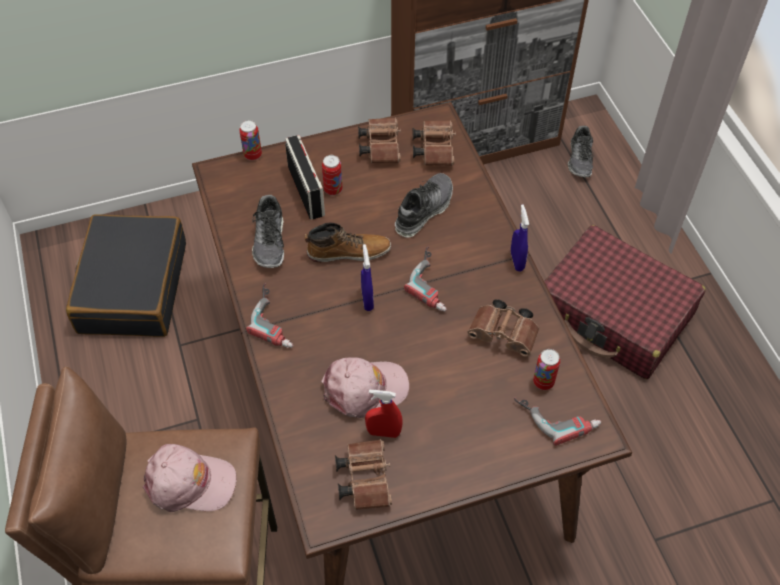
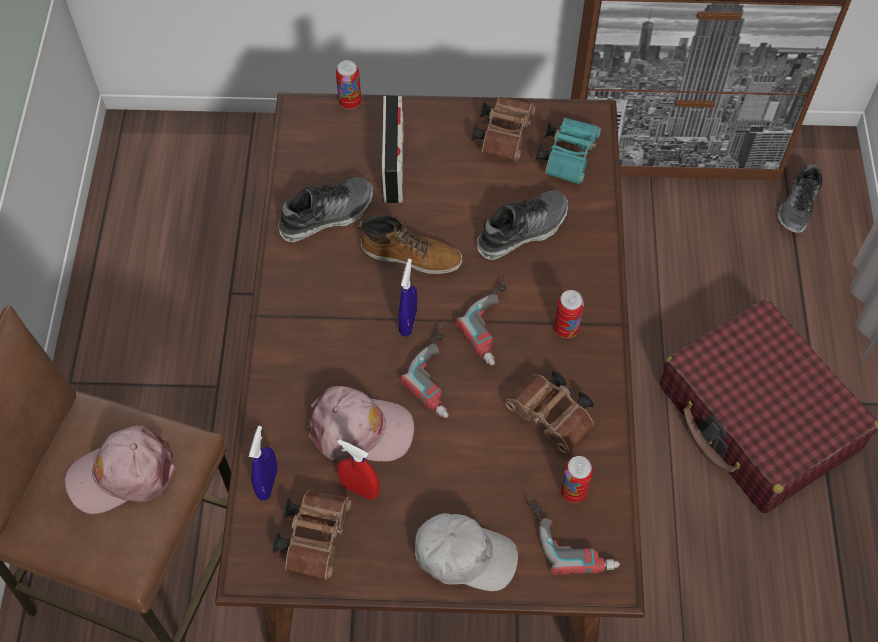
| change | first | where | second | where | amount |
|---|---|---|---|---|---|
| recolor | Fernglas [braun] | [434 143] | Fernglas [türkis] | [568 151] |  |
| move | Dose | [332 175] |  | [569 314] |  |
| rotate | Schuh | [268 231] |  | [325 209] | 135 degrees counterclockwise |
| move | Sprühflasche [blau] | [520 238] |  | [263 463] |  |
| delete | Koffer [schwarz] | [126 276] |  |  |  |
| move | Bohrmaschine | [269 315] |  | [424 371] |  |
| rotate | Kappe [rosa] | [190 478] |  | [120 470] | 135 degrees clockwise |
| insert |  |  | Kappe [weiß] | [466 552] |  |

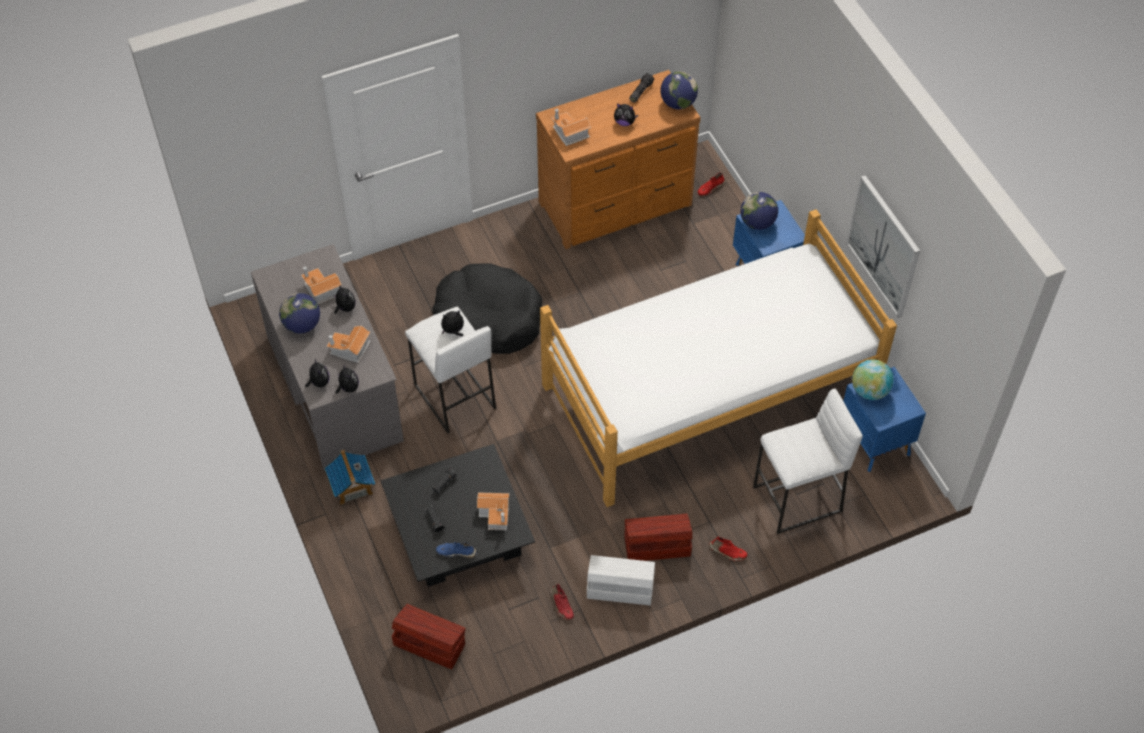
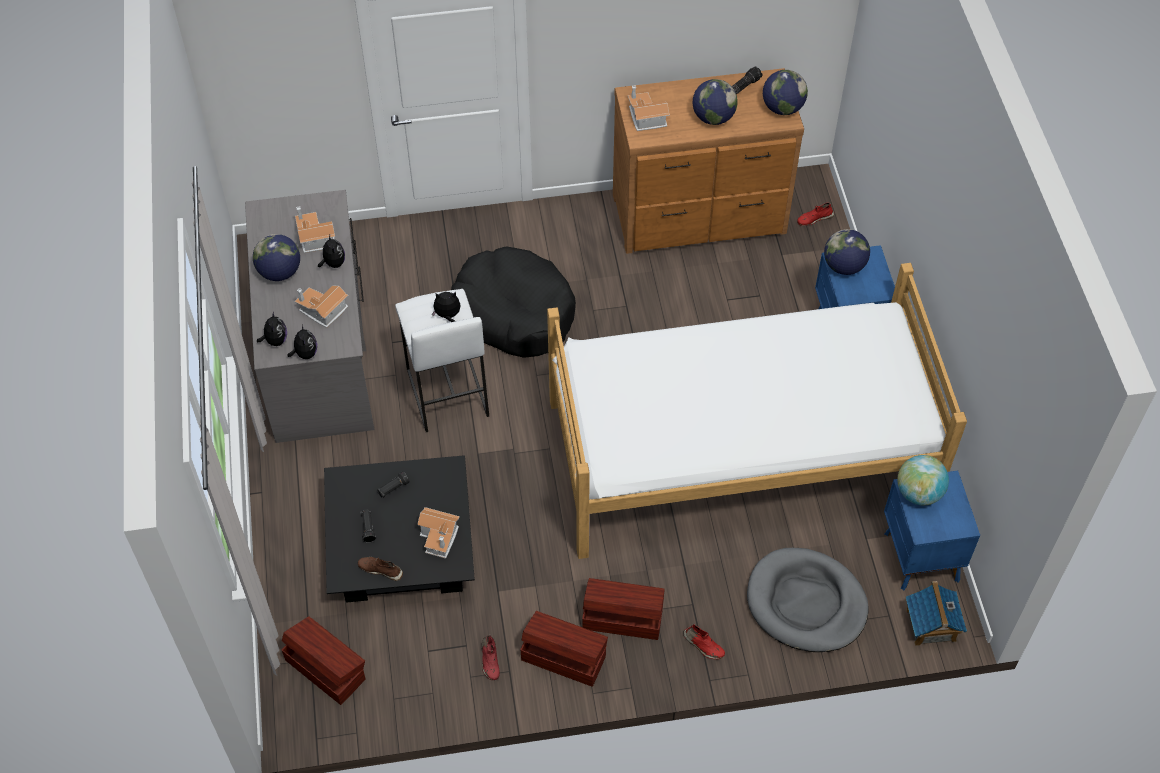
| change | first | where | second | where | amount |
|---|---|---|---|---|---|
| replace | Plüschtier | [626 115] | Globus | [715 102] |  |
| delete | Bild | [883 246] |  |  |  |
| replace | Hocker [weiß] | [808 461] | Hundebett [grau] | [808 600] |  |
| move | Spielzeughaus | [350 477] |  | [936 613] |  |
| recolor | Schuh [blau] | [456 550] | Schuh [braun] | [380 569] |  |
| recolor | Aufbewahrungsbox [weiß] | [621 580] | Aufbewahrungsbox [braun] | [564 649] |  |

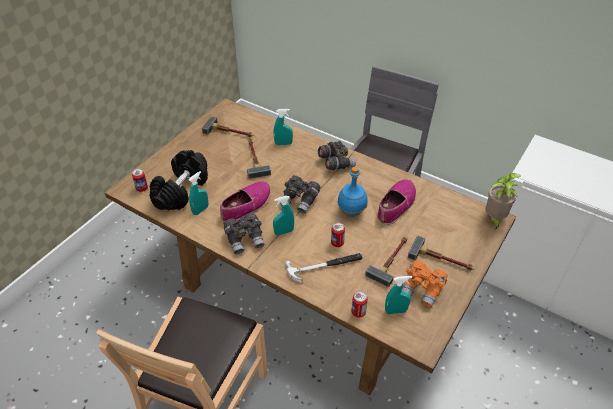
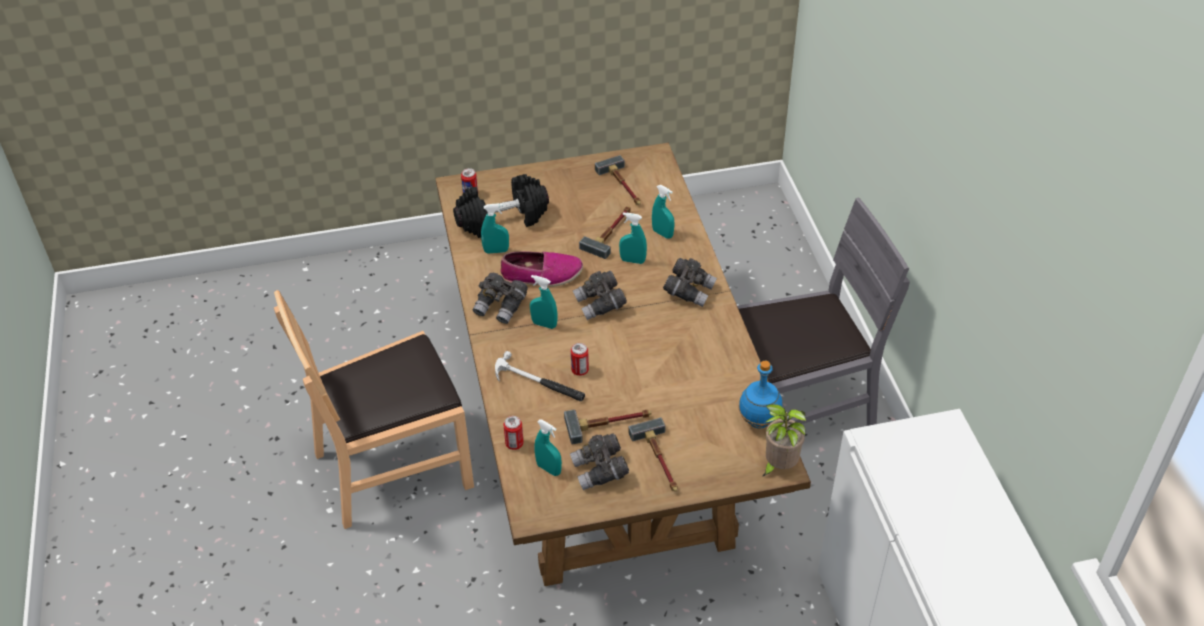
| change | first | where | second | where | amount |
|---|---|---|---|---|---|
| move | Flasche [blau] | [352 192] |  | [760 395] |  |
| delete | Schuh | [396 202] |  |  |  |
| recolor | Fernglas [orange] | [425 283] | Fernglas [grau] | [599 462] |  |
| insert |  |  | Sprühflasche [türkis] | [633 238] |  |

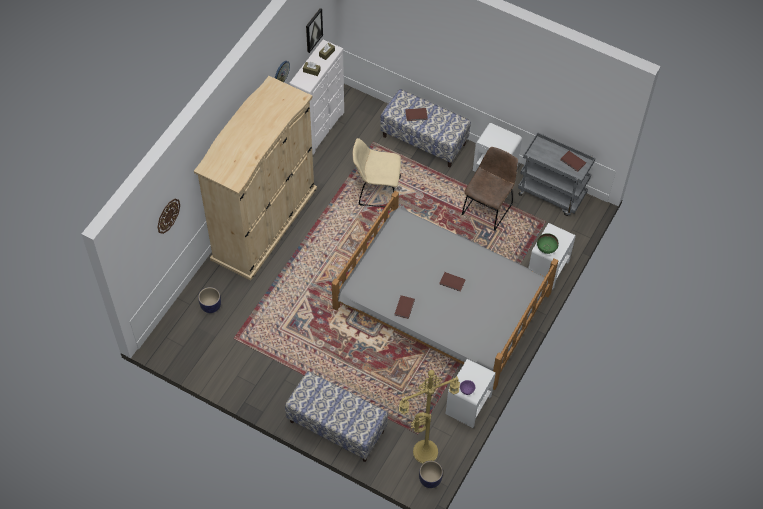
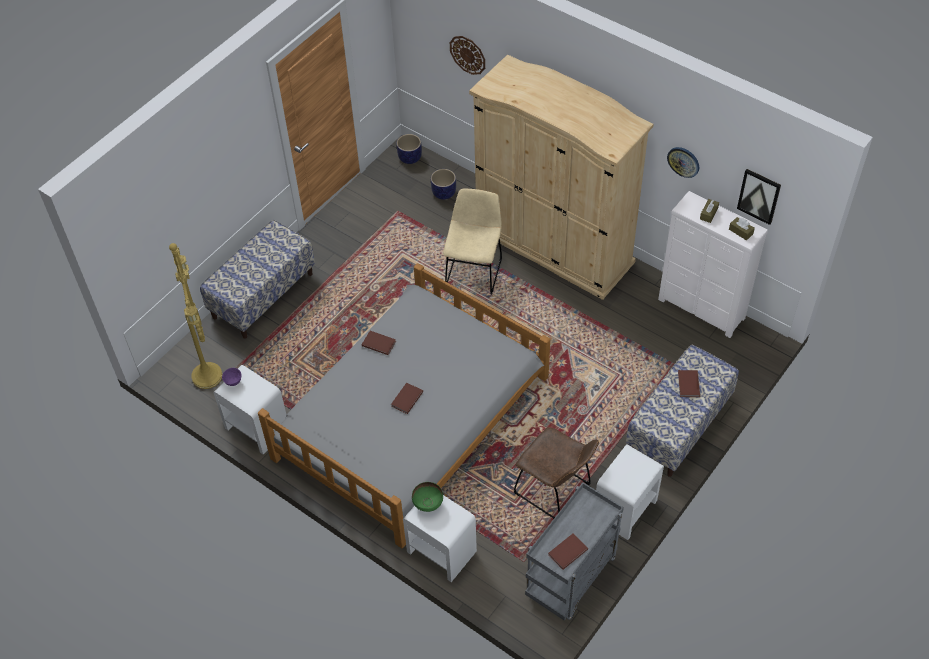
| change | first | where | second | where | amount |
|---|---|---|---|---|---|
| move | Stuhl [beige] | [377 172] |  | [472 241] |  |
| move | Pflanzkübel | [431 474] |  | [409 149] |  |

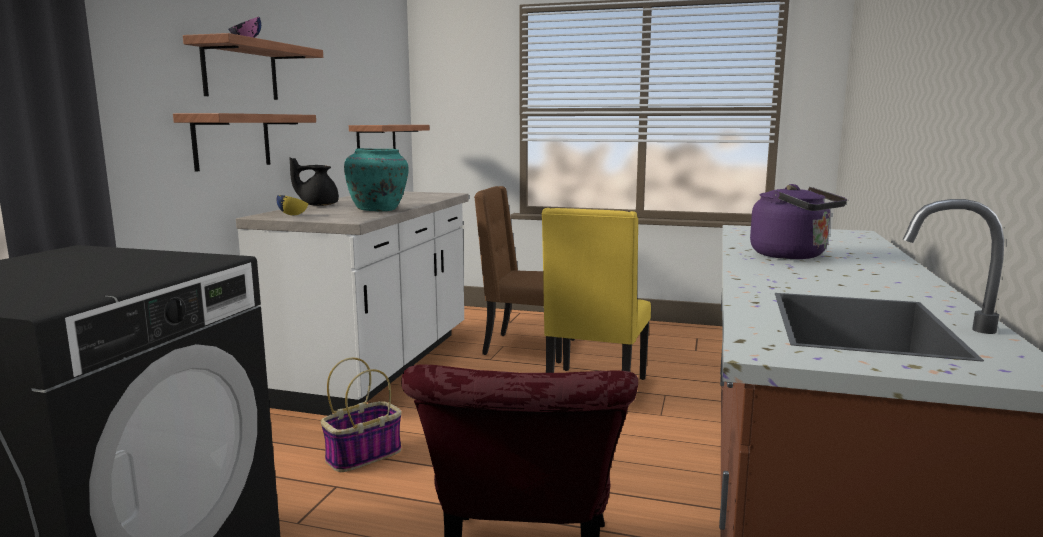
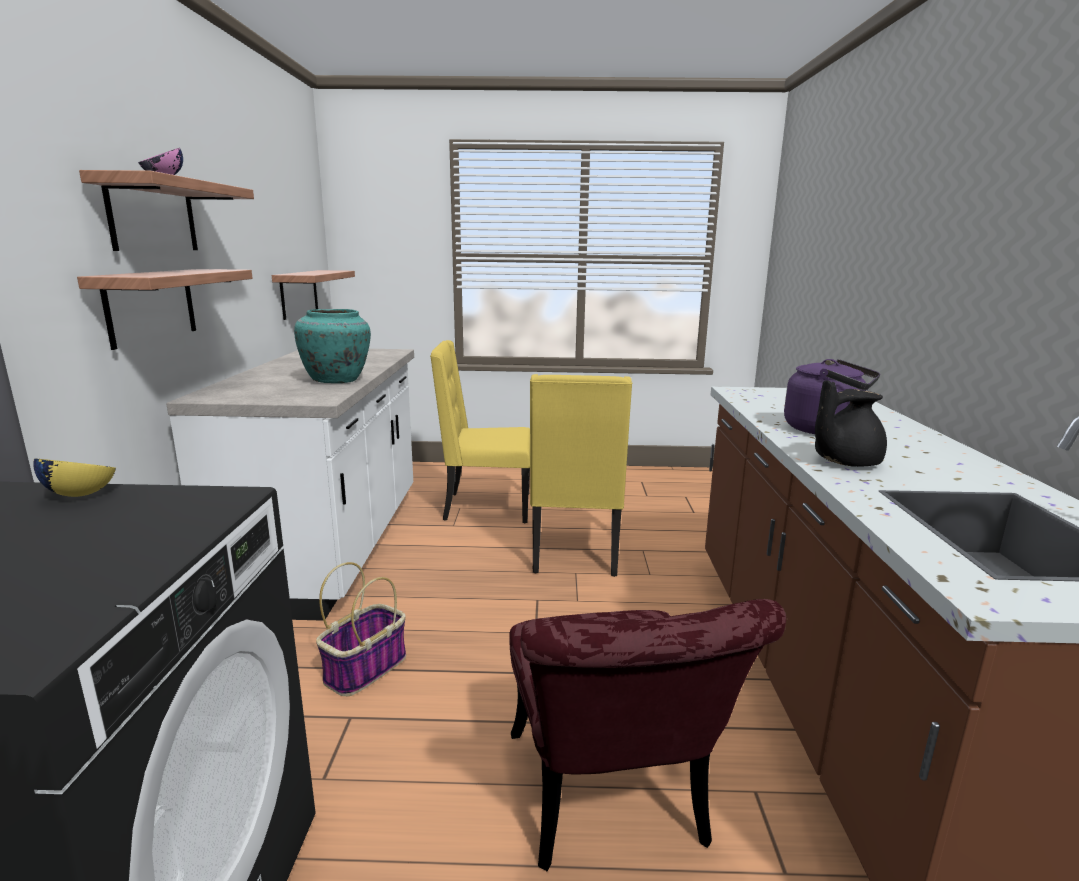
| change | first | where | second | where | amount |
|---|---|---|---|---|---|
| move | Teekanne [schwarz] | [314 181] |  | [851 423] |  |
| recolor | Stuhl [braun] | [524 274] | Stuhl [gelb] | [480 431] |  |
| move | Schüssel [gelb] | [292 205] |  | [74 478] |  |

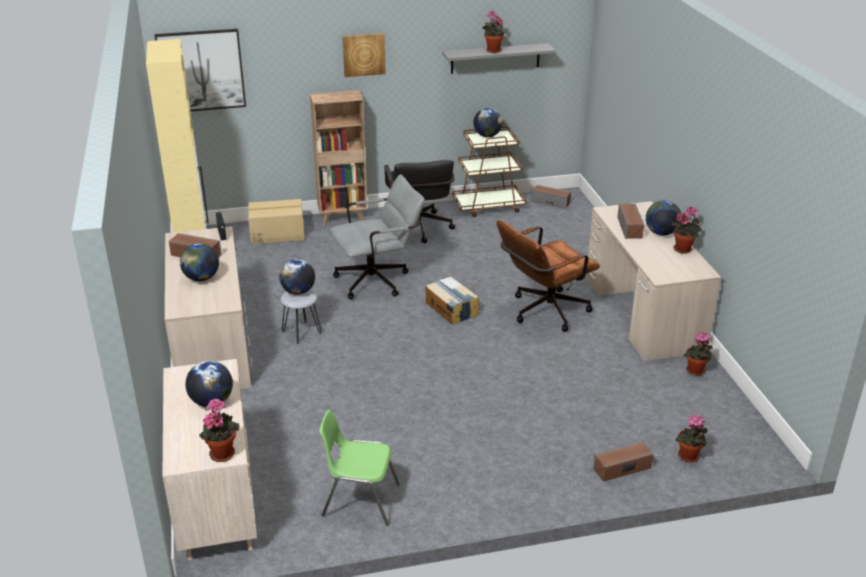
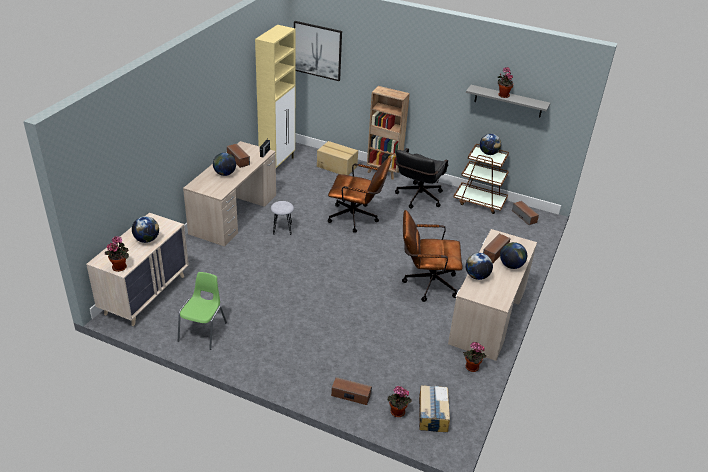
| change | first | where | second | where | amount |
|---|---|---|---|---|---|
| delete | Bild | [364 55] |  |  |  |
| recolor | Bürostuhl [grau] | [377 236] | Bürostuhl [braun] | [359 195] |  |
| delete | Topfpflanze | [686 230] |  |  |  |
| move | Globus | [297 277] |  | [479 266] |  |
| move | Karton | [452 300] |  | [434 408] |  |
| rotate | Stuhl [grün] | [359 468] |  | [202 311] | 60 degrees clockwise |

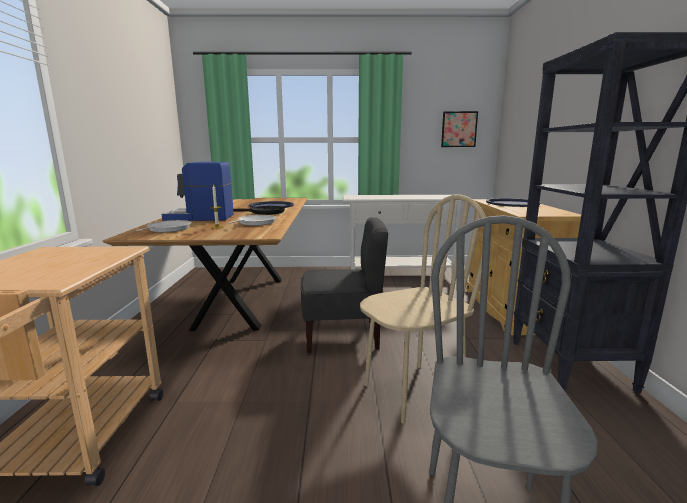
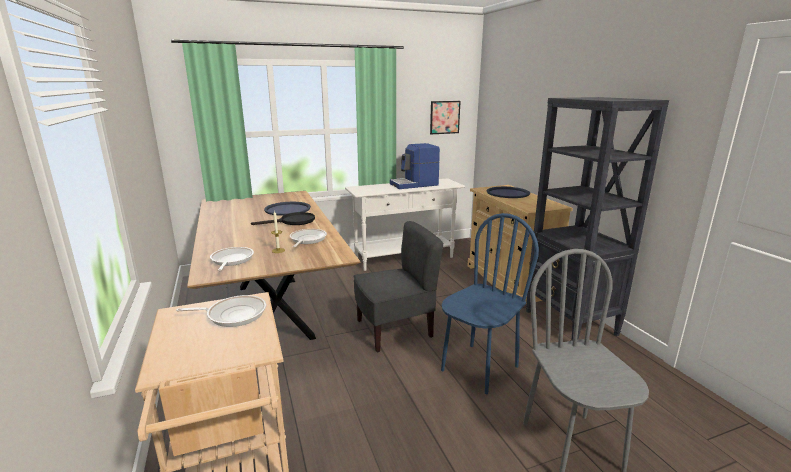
| change | first | where | second | where | amount |
|---|---|---|---|---|---|
| move | Kaffeemaschine | [198 191] |  | [415 166] |  |
| recolor | Stuhl [beige] | [423 309] | Stuhl [blau] | [490 303] |  |
| insert |  |  | Pfanne | [221 311] |  |

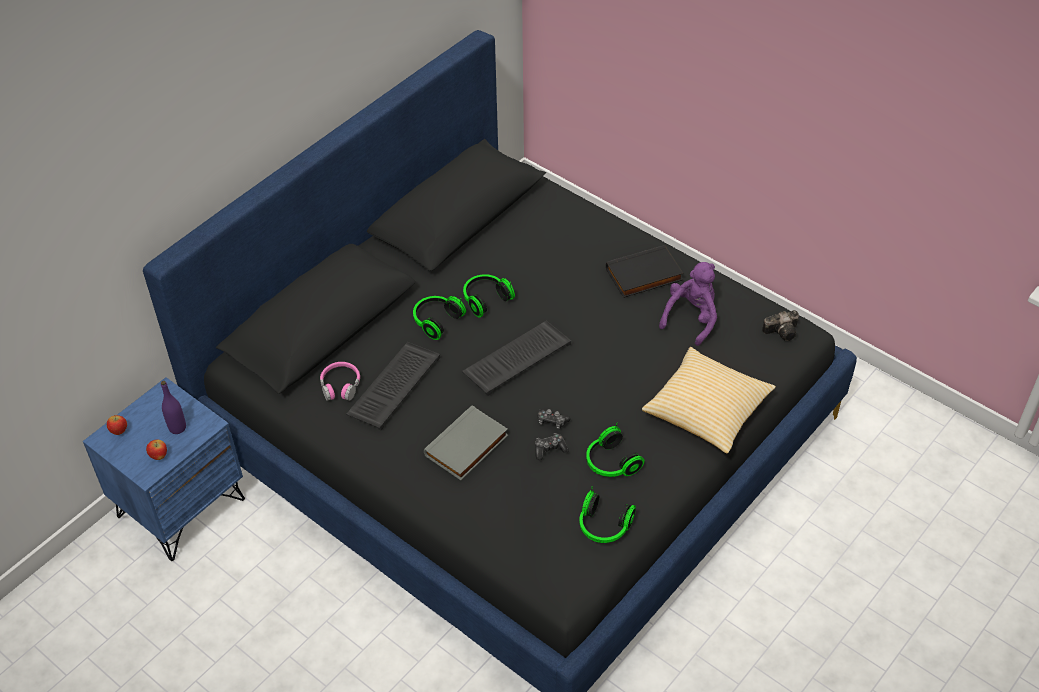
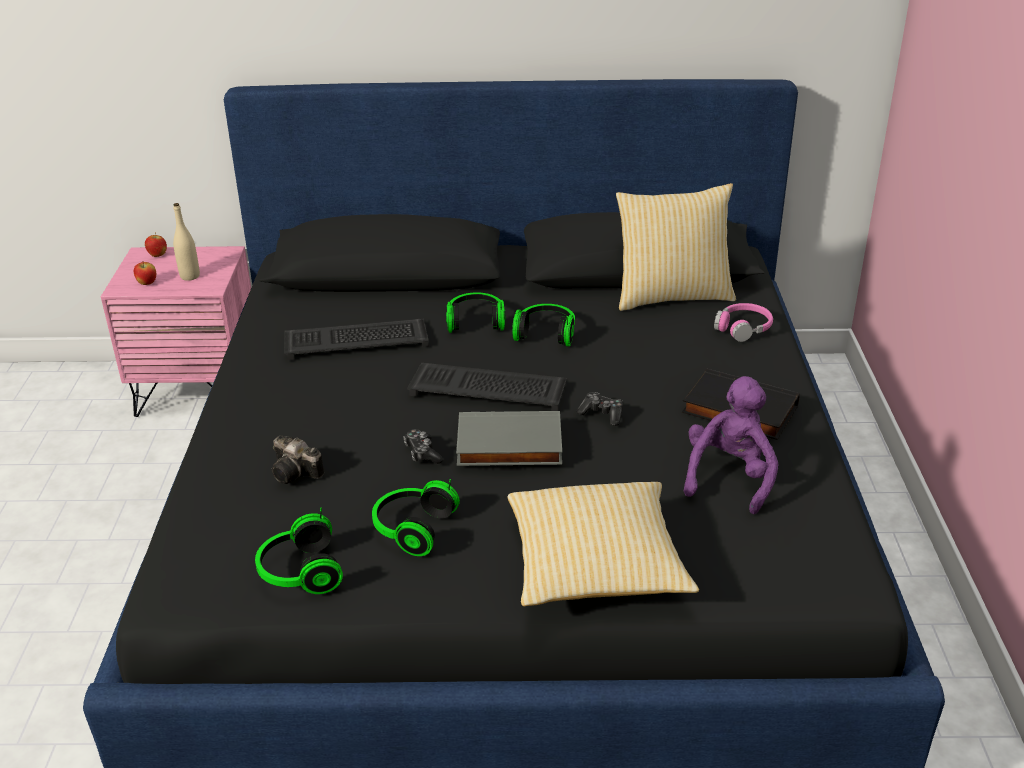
| change | first | where | second | where | amount |
|---|---|---|---|---|---|
| rotate | Plüschtier [lila] | [688 304] |  | [731 445] | 60 degrees counterclockwise |
| move | Kamera | [780 325] |  | [298 459] |  |
| move | Kopfhörer [rosa] | [340 381] |  | [743 322] |  |
| recolor | Nachttisch [blau] | [164 469] | Nachttisch [rosa] | [176 331] |  |
| recolor | Flasche [lila] | [173 407] | Flasche [beige] | [186 242] |  |
| move | Buch [grau] | [466 442] |  | [509 438] |  |
| move | Gamepad | [552 446] |  | [600 409] |  |
| insert |  |  | Kissen | [676 247] |  |

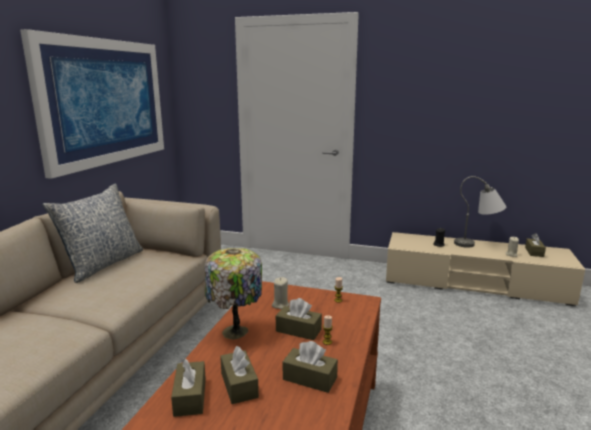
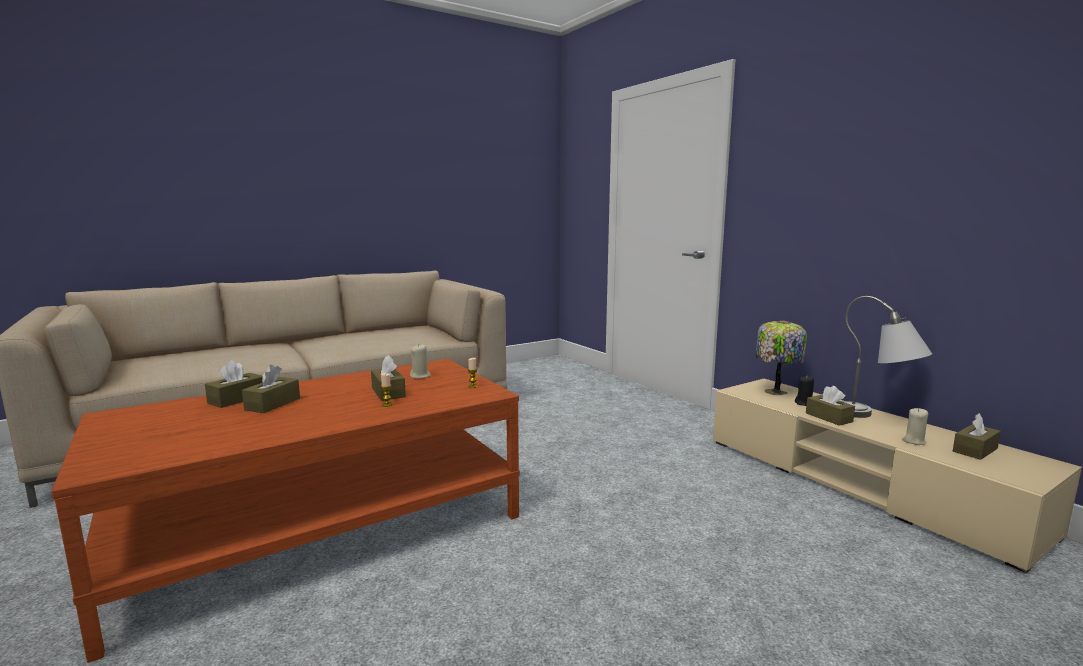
| change | first | where | second | where | amount |
|---|---|---|---|---|---|
| delete | Bild | [92 104] |  |  |  |
| delete | Kissen | [92 233] |  |  |  |
| move | Tischlampe | [233 294] |  | [781 357] |  |
| move | Taschentuchbox [braun] | [310 367] |  | [830 406] |  |

